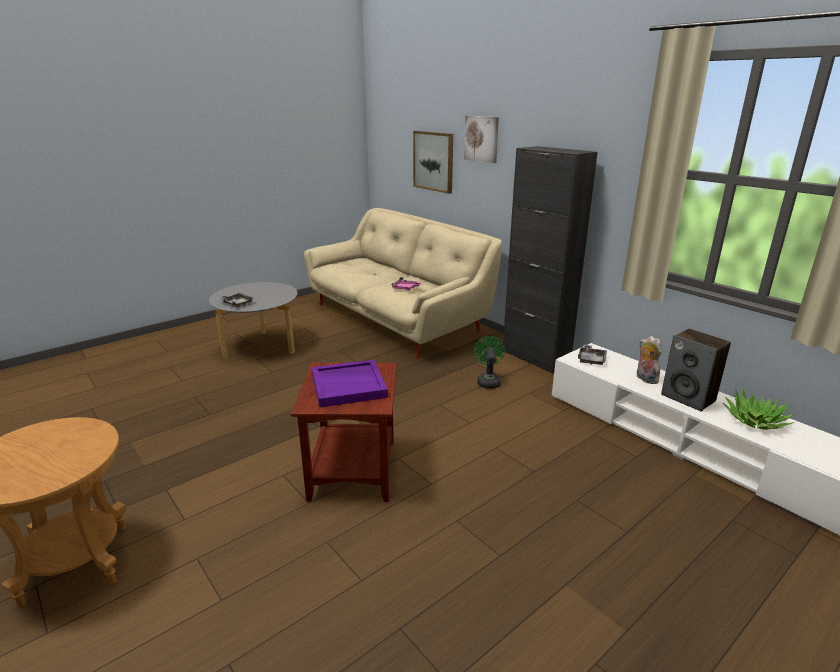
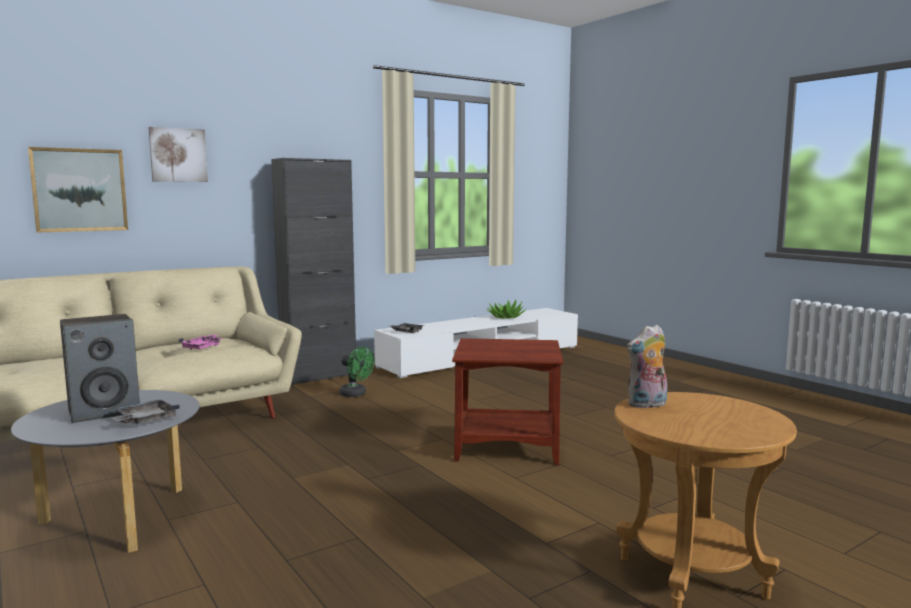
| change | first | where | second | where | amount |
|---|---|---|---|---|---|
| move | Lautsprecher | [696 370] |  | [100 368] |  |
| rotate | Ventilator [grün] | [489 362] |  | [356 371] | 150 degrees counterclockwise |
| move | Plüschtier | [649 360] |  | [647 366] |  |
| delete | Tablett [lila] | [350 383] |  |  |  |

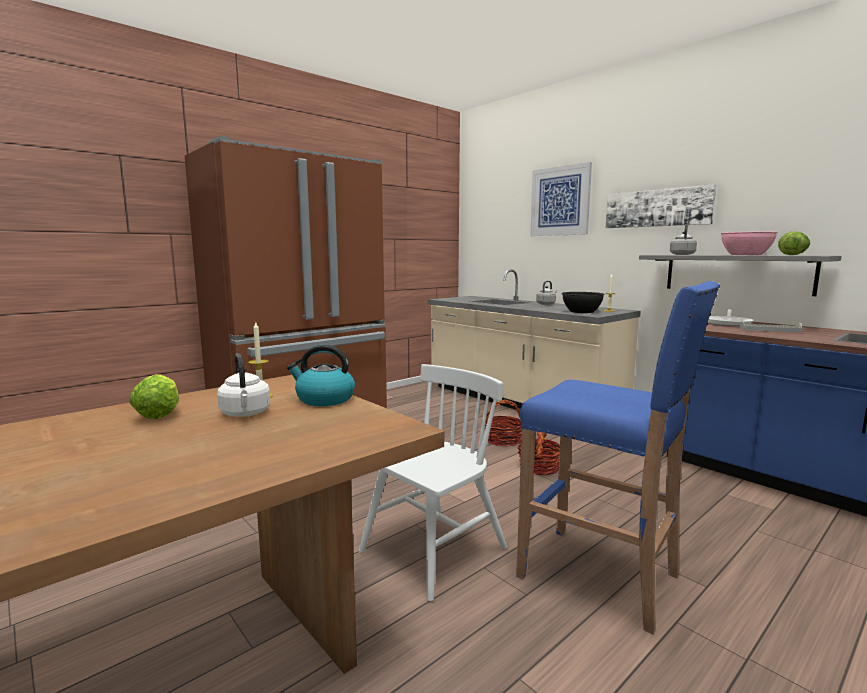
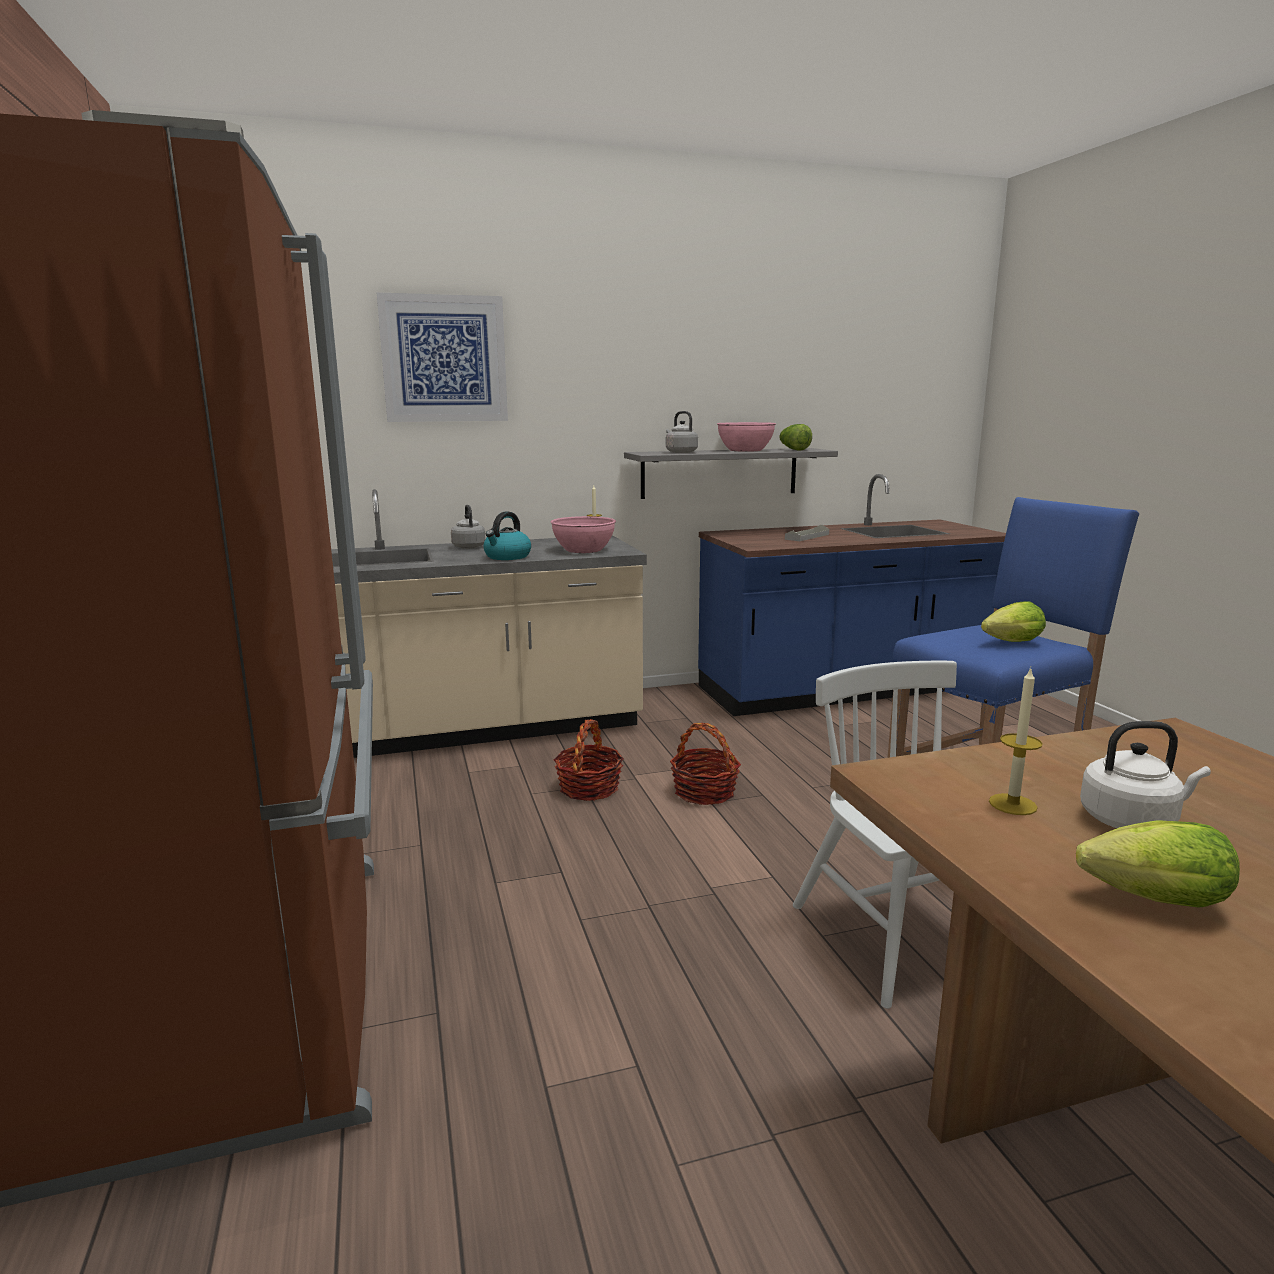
| change | first | where | second | where | amount |
|---|---|---|---|---|---|
| delete | Bild | [661 206] |  |  |  |
| recolor | Schüssel [schwarz] | [583 302] | Schüssel [rosa] | [583 534] |  |
| delete | Pfanne | [731 318] |  |  |  |
| move | Wasserkessel | [321 375] |  | [507 535] |  |
| insert |  |  | Salatkopf | [1013 621] |  |

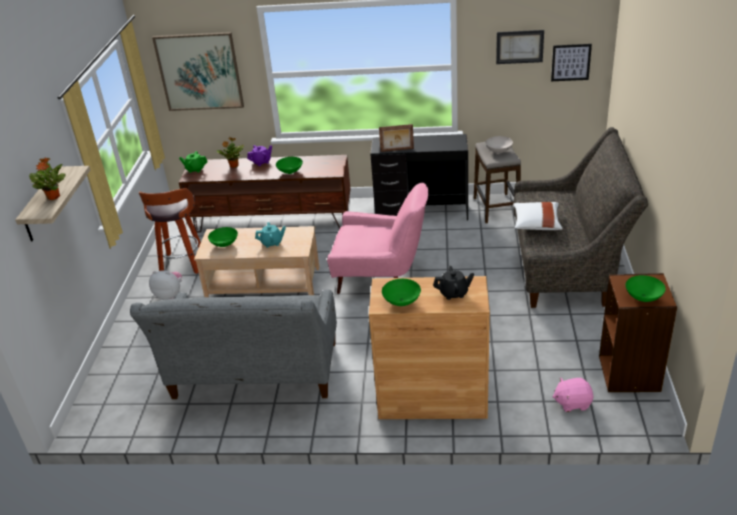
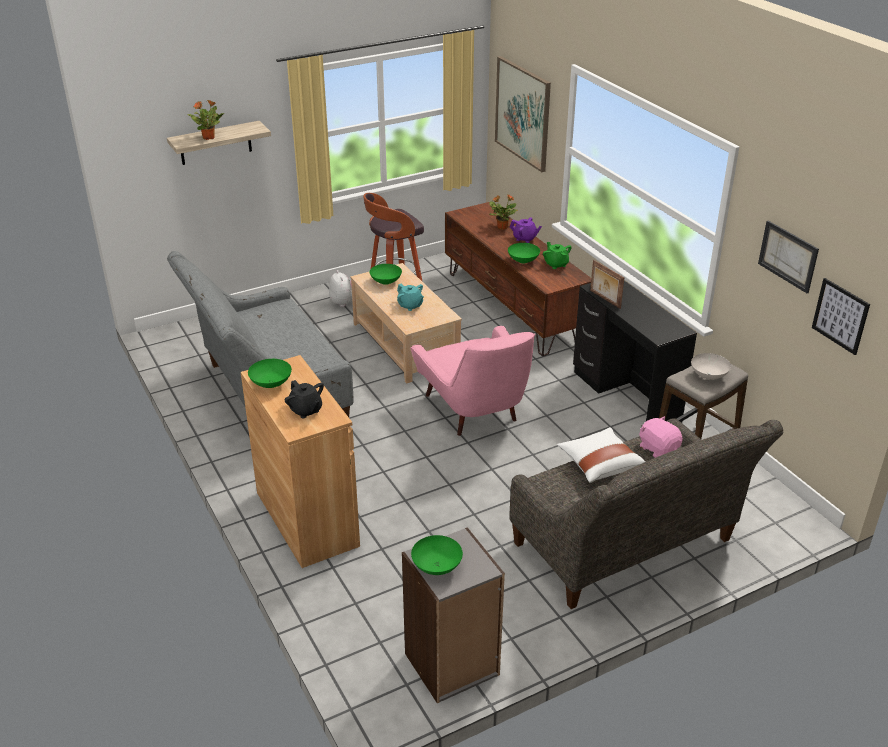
| change | first | where | second | where | amount |
|---|---|---|---|---|---|
| move | Teekanne [grün] | [193 162] |  | [557 255] |  |
| recolor | Bücherregal [braun] | [638 332] | Bücherregal [grau] | [453 615] |  |
| move | Plüschtier [rosa] | [573 394] |  | [661 437] |  |

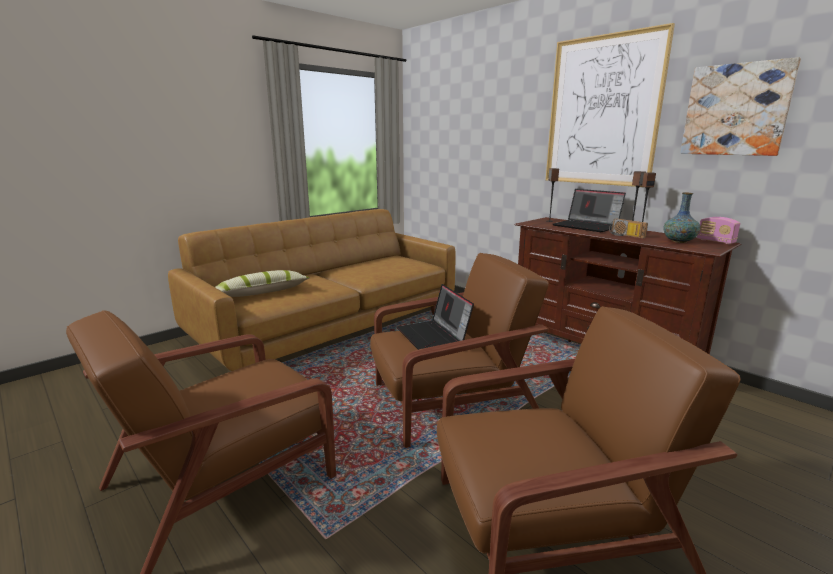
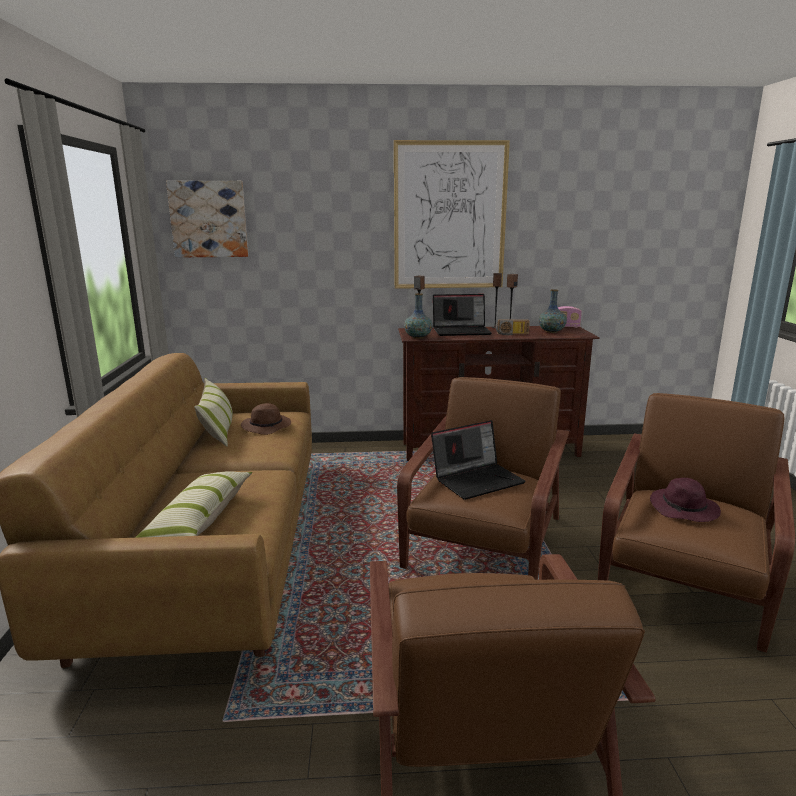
| change | first | where | second | where | amount |
|---|---|---|---|---|---|
| move | Bild | [740 106] |  | [207 219] |  |
| rotate | Laptop | [435 317] |  | [478 460] | 45 degrees counterclockwise |
| insert |  |  | Vase | [418 316] |  |
| insert |  |  | Kissen | [213 412] |  |
| insert |  |  | Hut [braun] | [266 419] |  |
| insert |  |  | Hut [lila] | [685 500] |  |

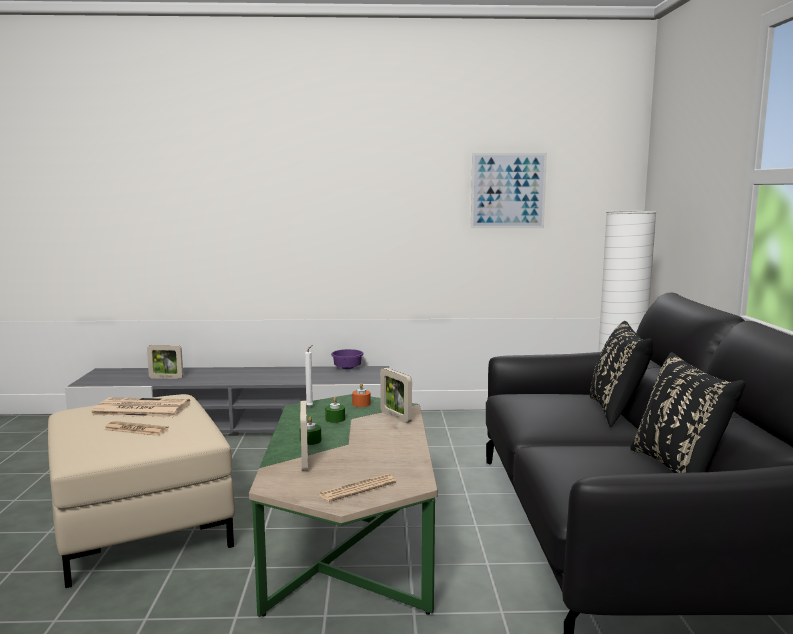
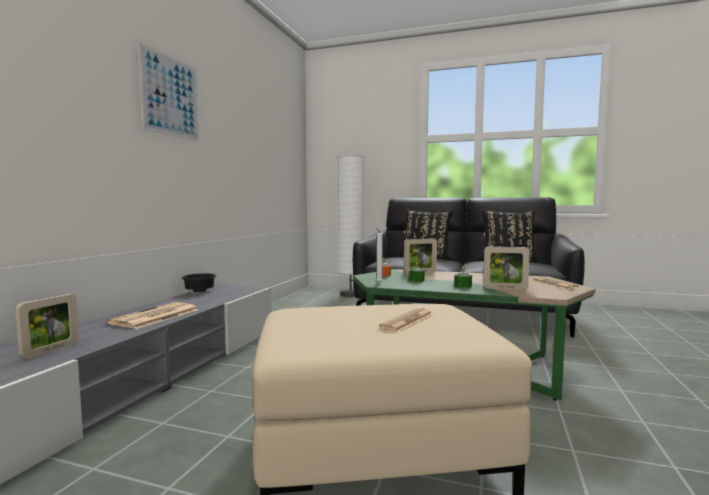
| change | first | where | second | where | amount |
|---|---|---|---|---|---|
| move | Bild | [509 190] |  | [168 91] |  |
| recolor | Schüssel [lila] | [347 359] | Schüssel [schwarz] | [199 282] |  |
| move | Zeitung | [140 407] |  | [152 315] |  |

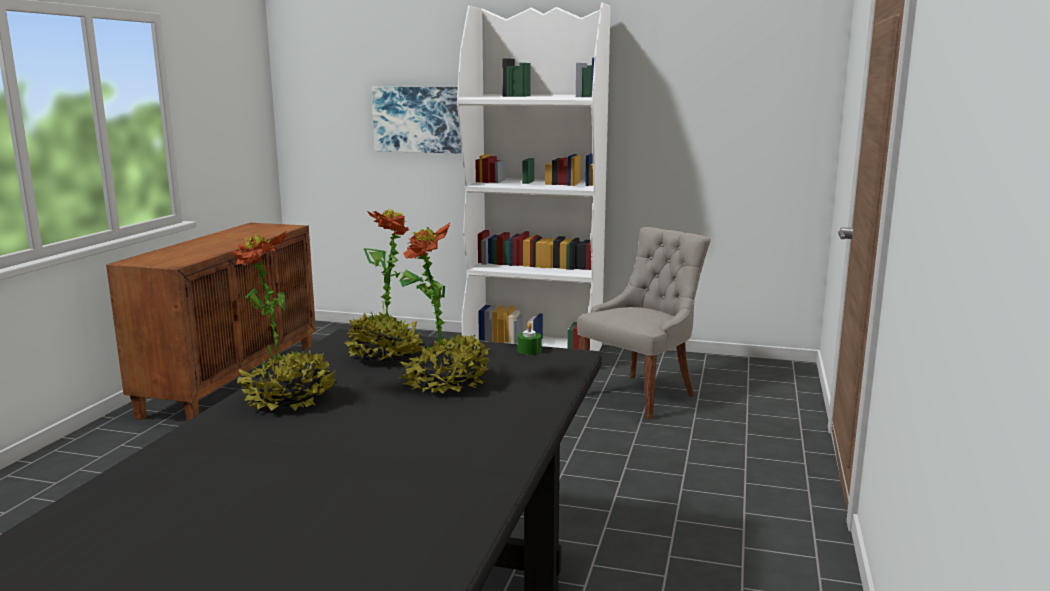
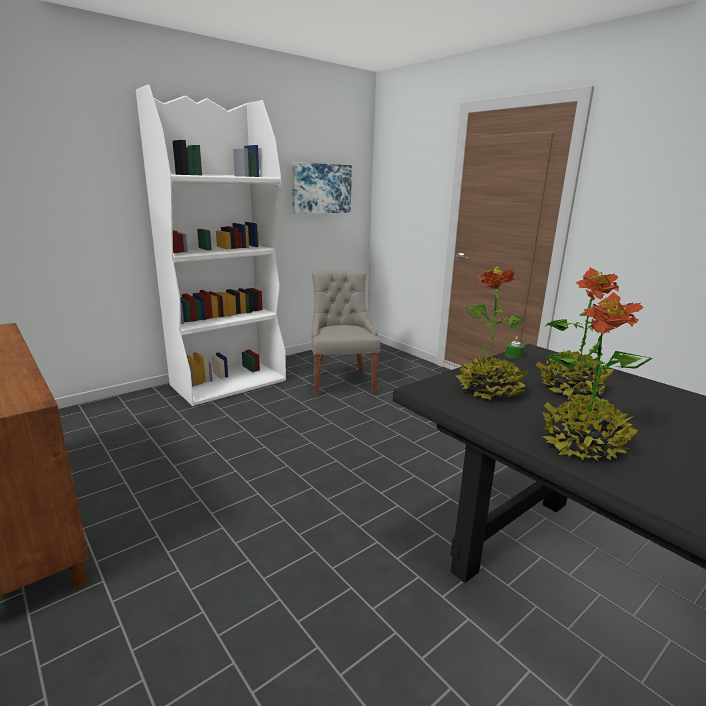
| change | first | where | second | where | amount |
|---|---|---|---|---|---|
| move | Bild | [417 120] |  | [322 188] |  |

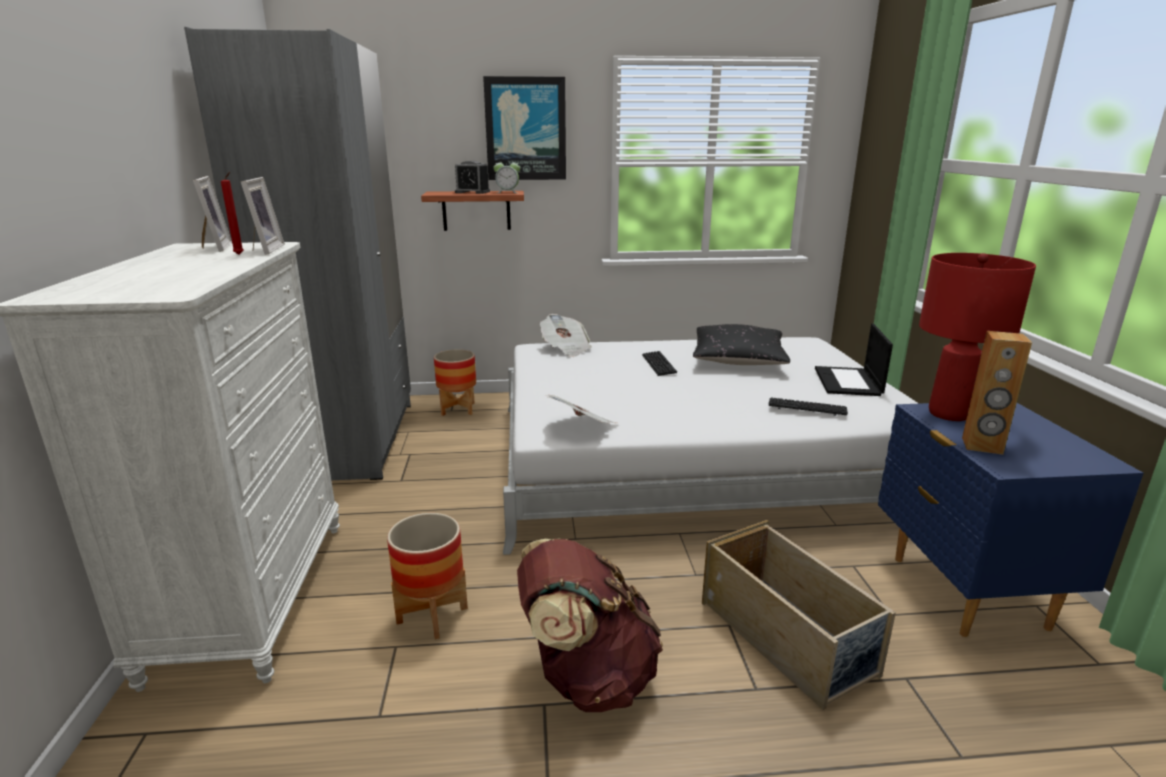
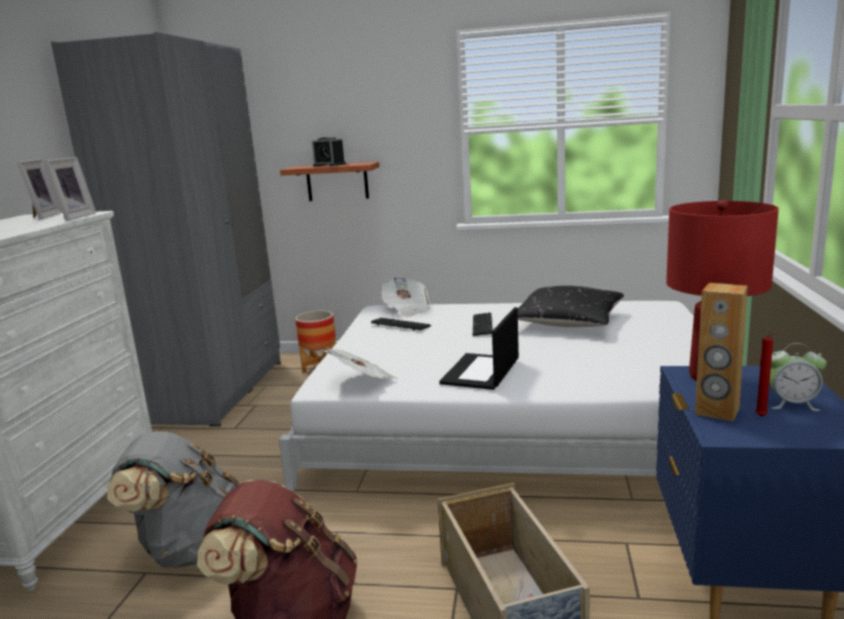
| change | first | where | second | where | amount |
|---|---|---|---|---|---|
| delete | Bild | [524 128] |  |  |  |
| move | Wecker | [506 175] |  | [798 377] |  |
| move | Kerze [rot] | [232 213] |  | [767 374] |  |
| move | Laptop | [854 359] |  | [479 348] |  |
| move | Tastatur | [808 406] |  | [401 324] |  |
| replace | Pflanzkübel | [427 576] | Rucksack [grau] | [173 499] |  |

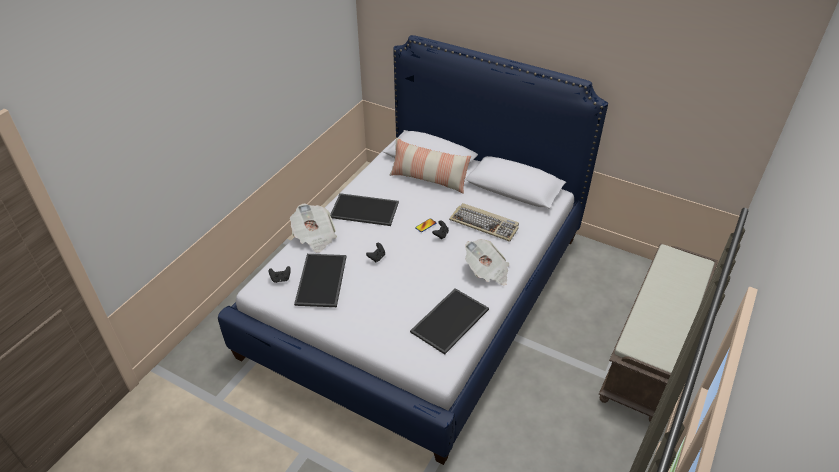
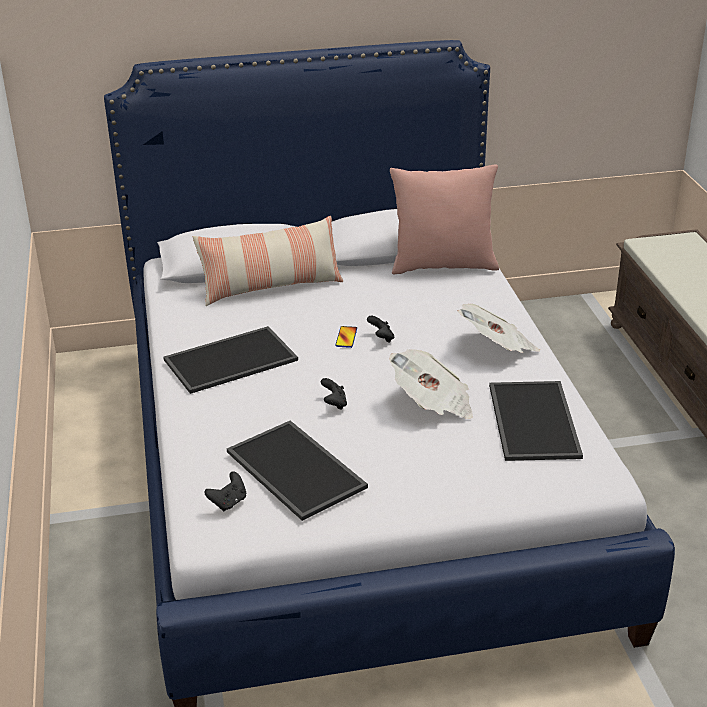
| change | first | where | second | where | amount |
|---|---|---|---|---|---|
| move | Zeitung | [313 228] |  | [431 384] |  |
| delete | Tastatur | [484 222] |  |  |  |
| insert |  |  | Kissen [rosa] | [444 220] |  |

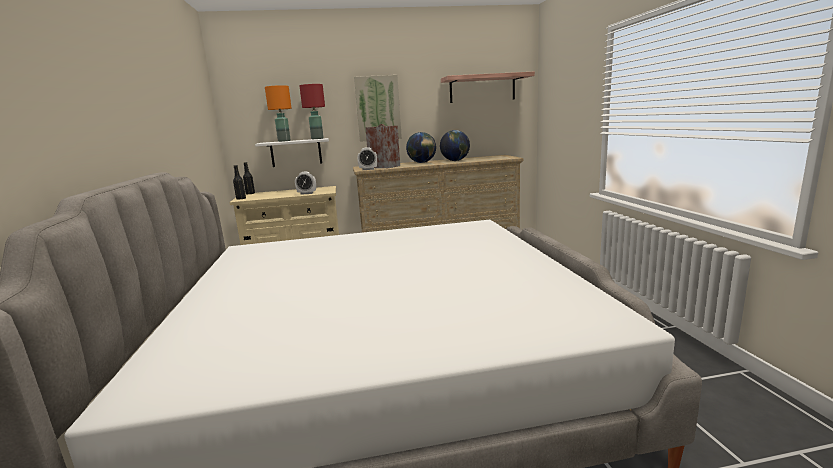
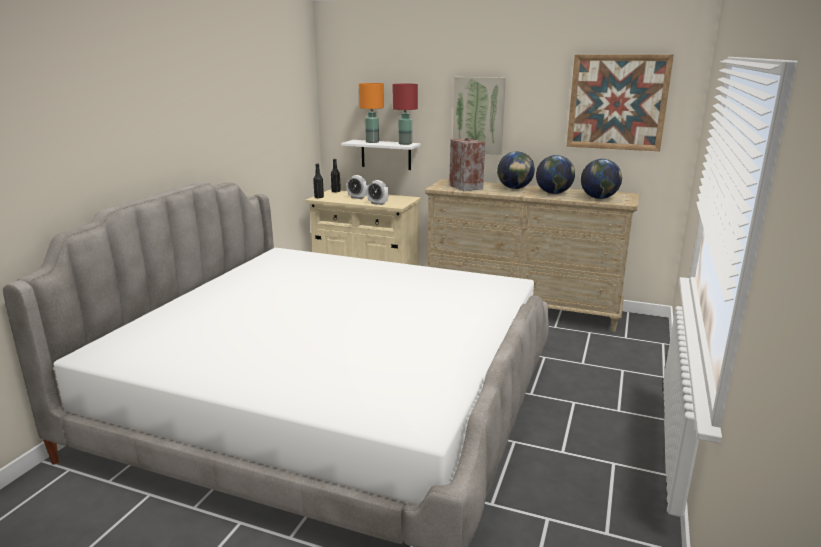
| change | first | where | second | where | amount |
|---|---|---|---|---|---|
| replace | Wandregal | [488 87] | Bild | [620 102] |  |
| move | Wecker | [367 158] |  | [357 187] |  |
| insert |  |  | Globus | [601 179] |  |

